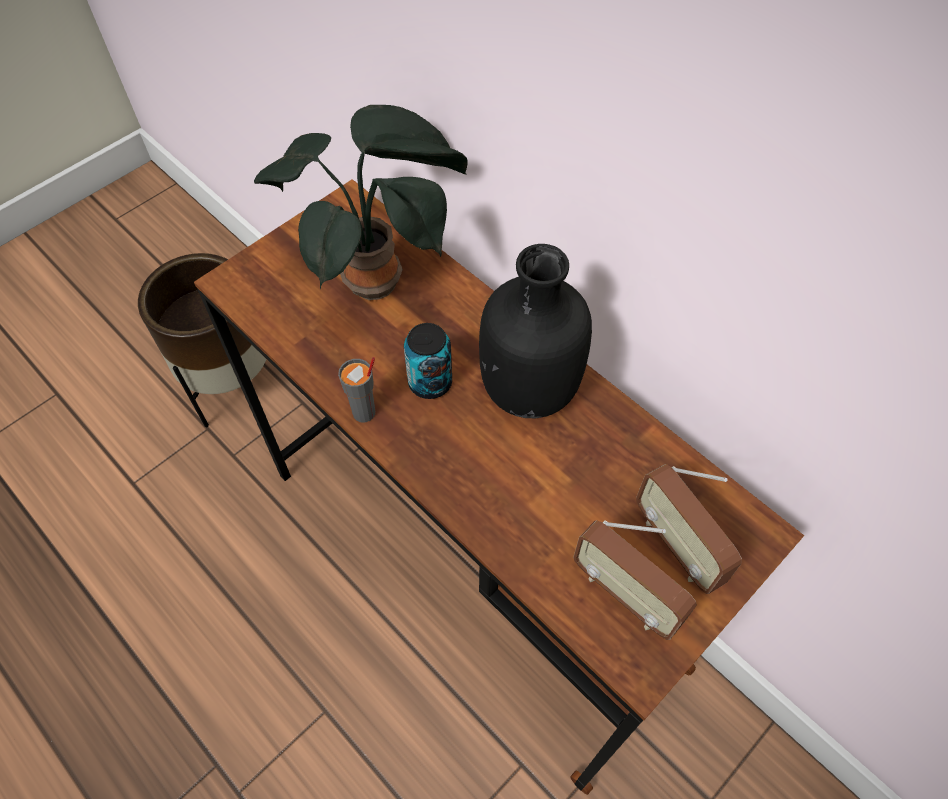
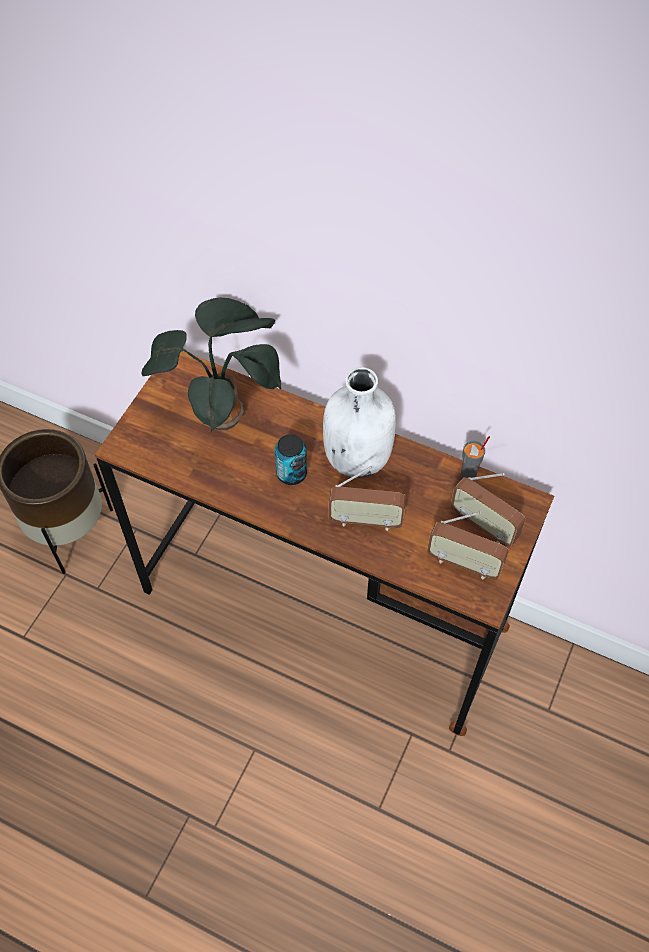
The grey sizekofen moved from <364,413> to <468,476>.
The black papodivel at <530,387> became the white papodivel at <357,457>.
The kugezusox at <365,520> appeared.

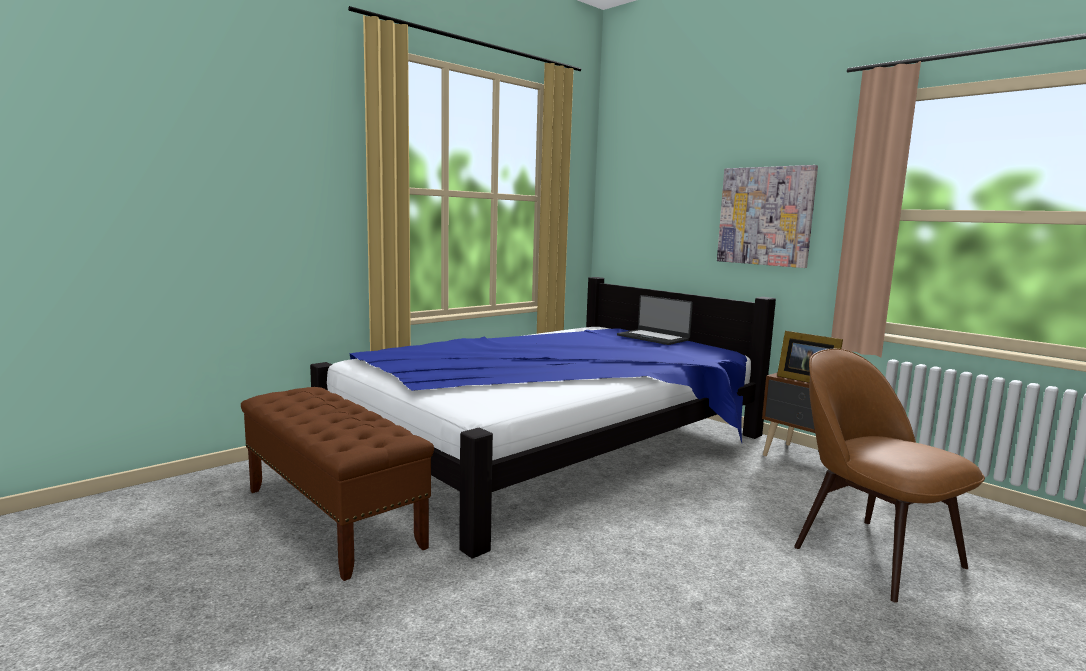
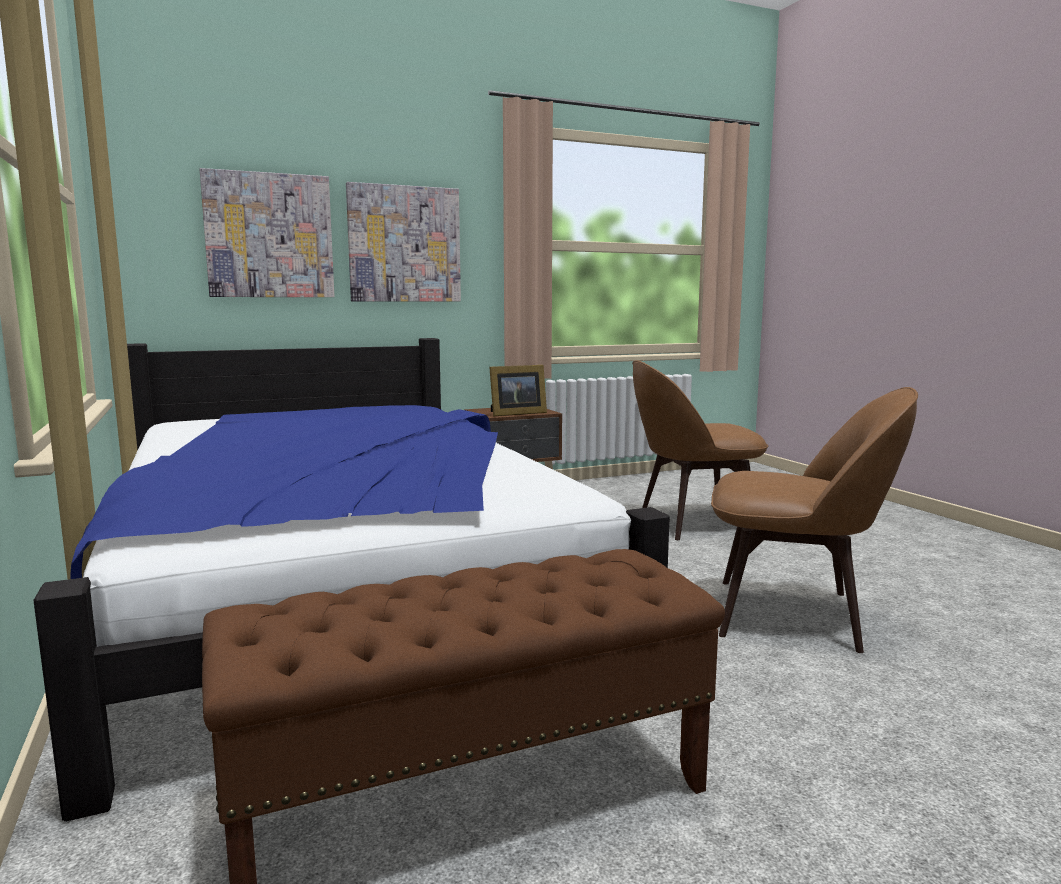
The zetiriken at <653,337> disappeared.
The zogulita at <269,236> appeared.
The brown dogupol at <794,614> appeared.

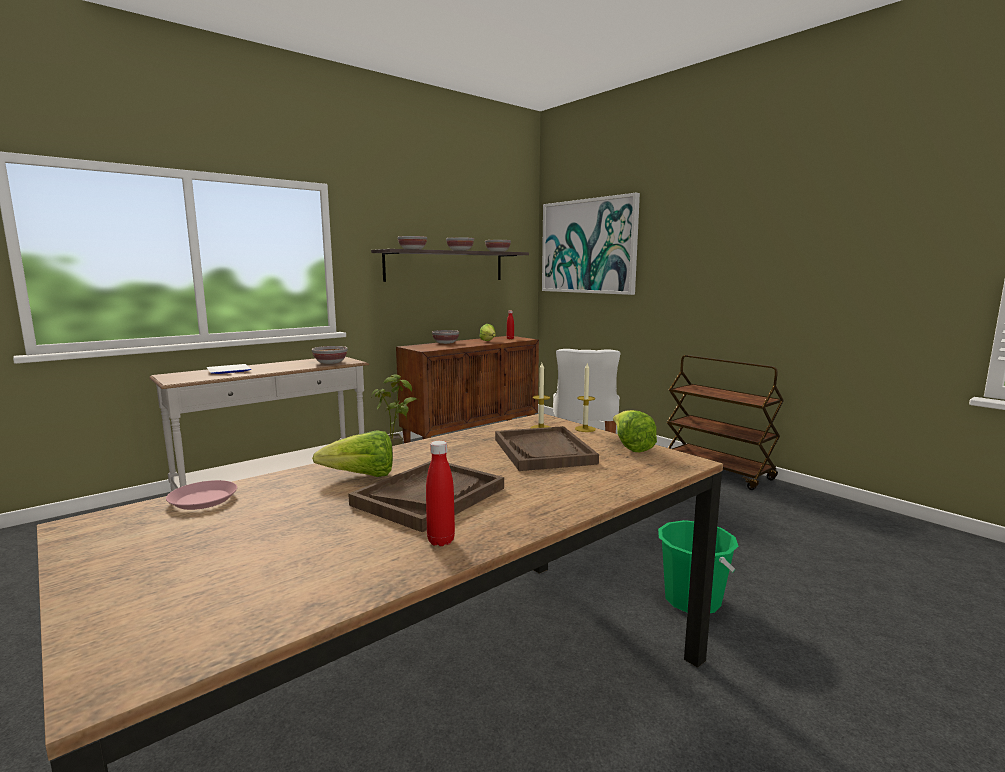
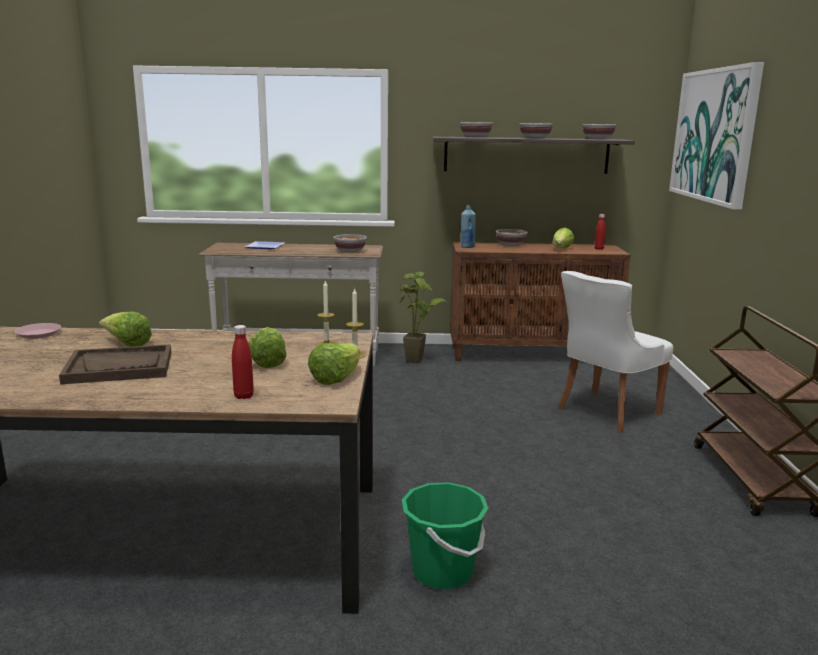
The red papodivel moved from <441,541> to <243,396>.
The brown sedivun at <543,451> was replaced by the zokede at <267,362>.
The blue papodivel at <467,247> appeared.

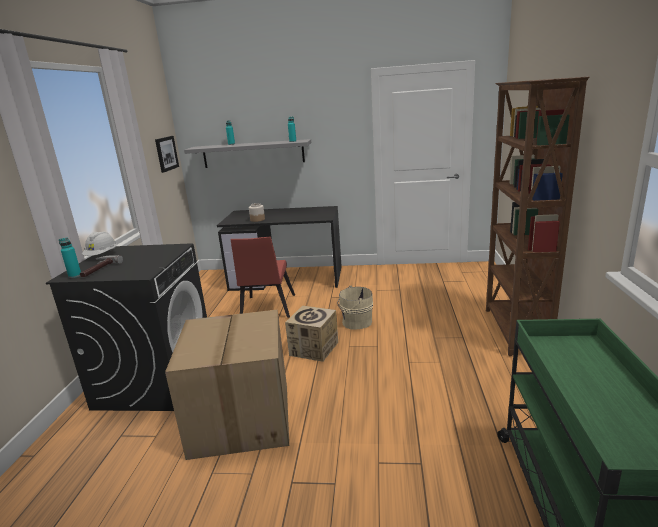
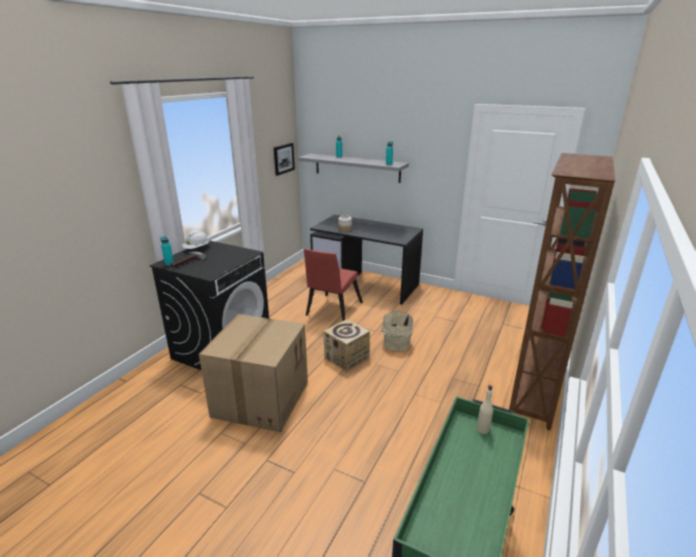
The beige papodivel at <483,429> appeared.

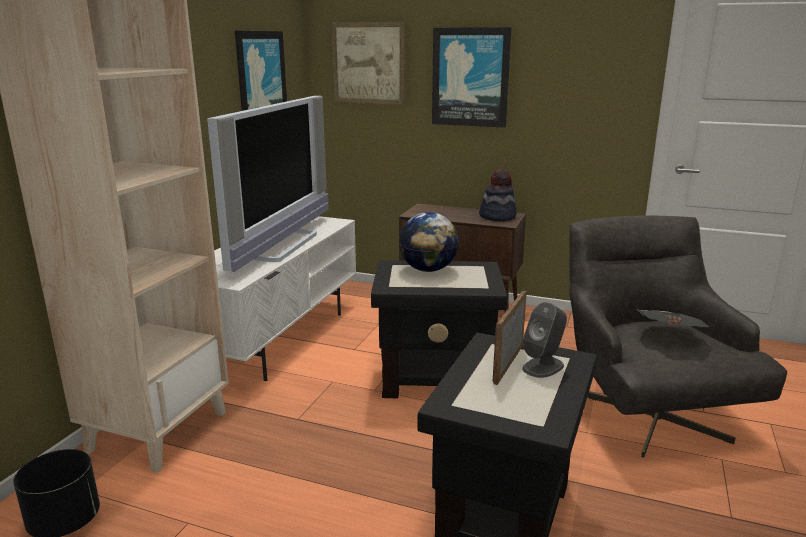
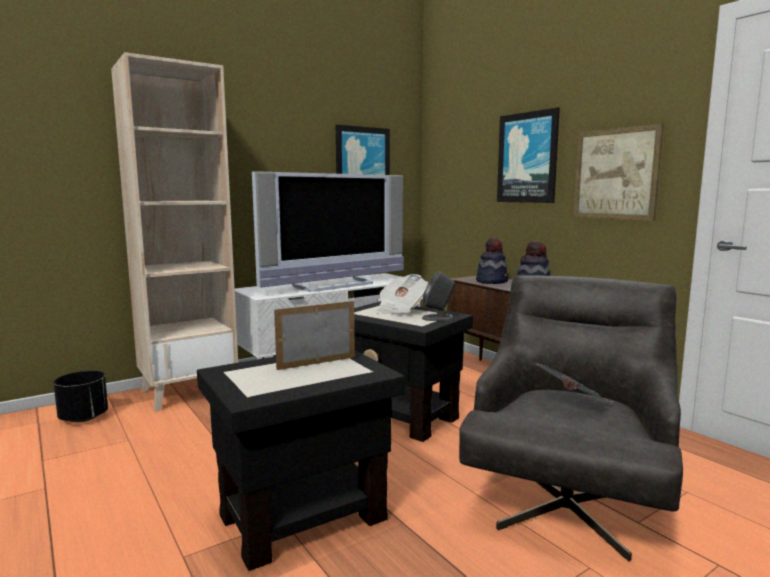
The zogulita moved from <368,63> to <615,174>.
The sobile at <428,270> was replaced by the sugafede at <400,309>.
The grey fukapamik moved from <543,366> to <438,318>.
The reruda at <492,281> appeared.

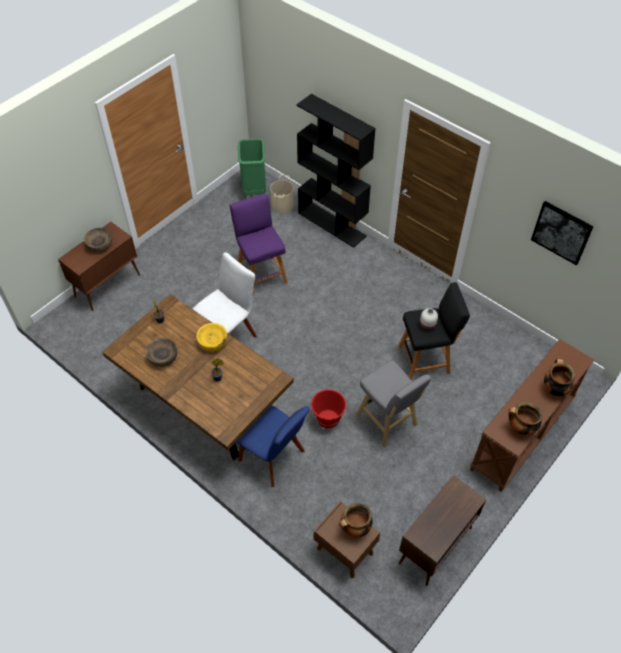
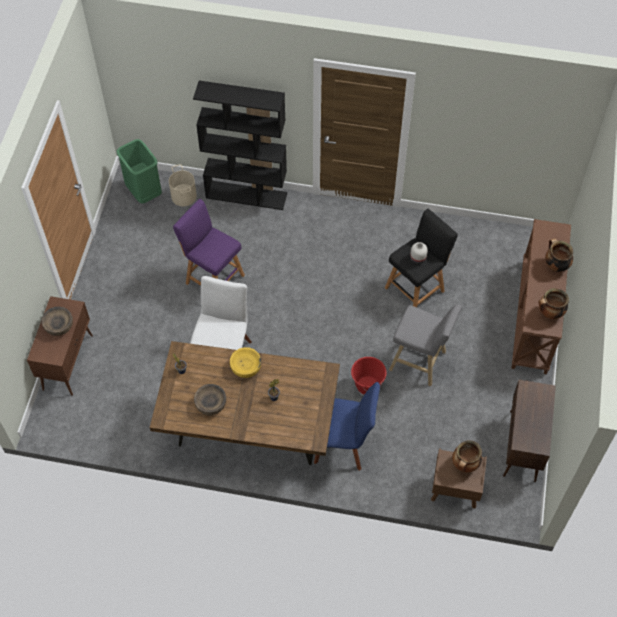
The zogulita at <562,232> disappeared.

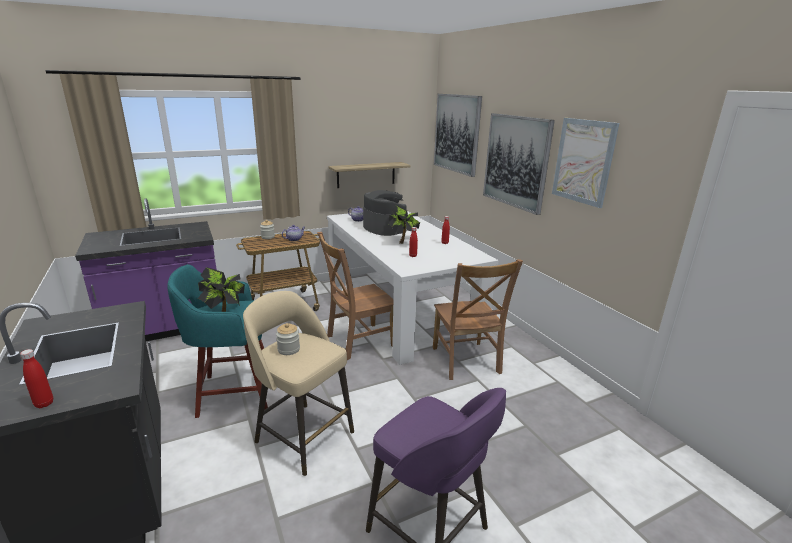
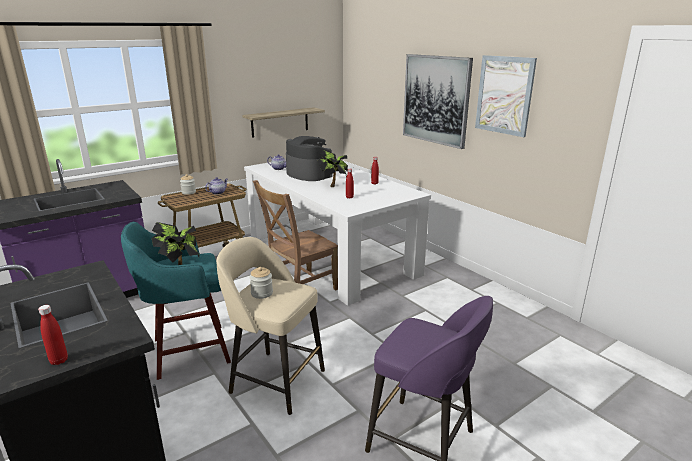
The brown dogupol at <466,362> disappeared.
The zogulita at <457,133> disappeared.

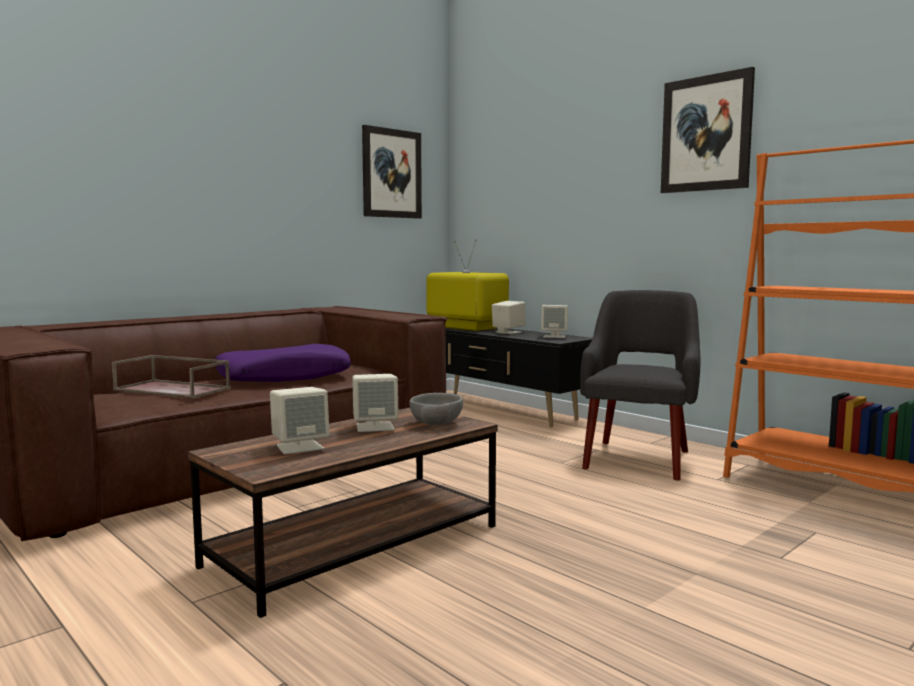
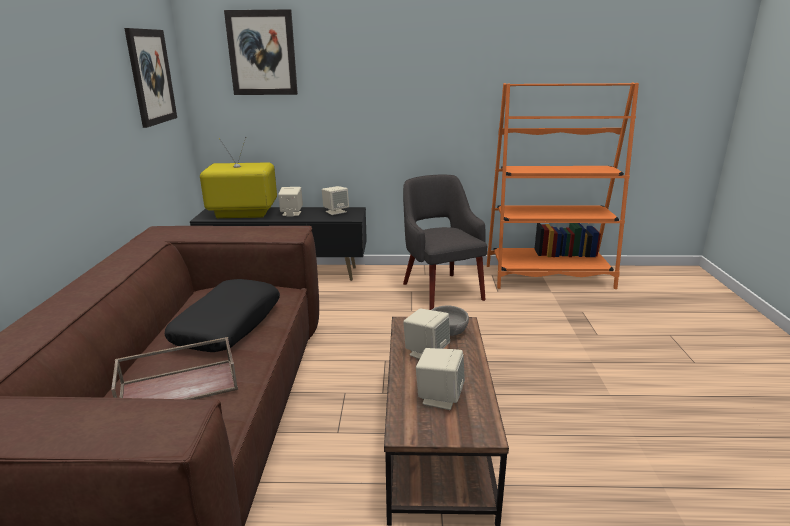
The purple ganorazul at <284,377> became the black ganorazul at <228,325>.
The zogulita moved from <706,134> to <262,53>.

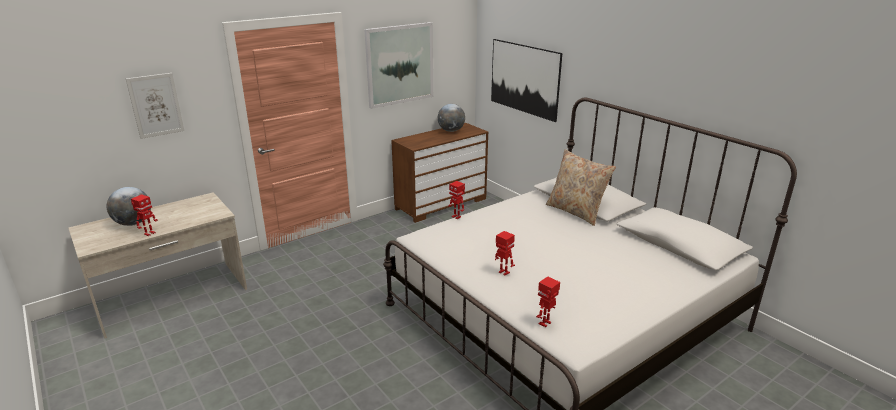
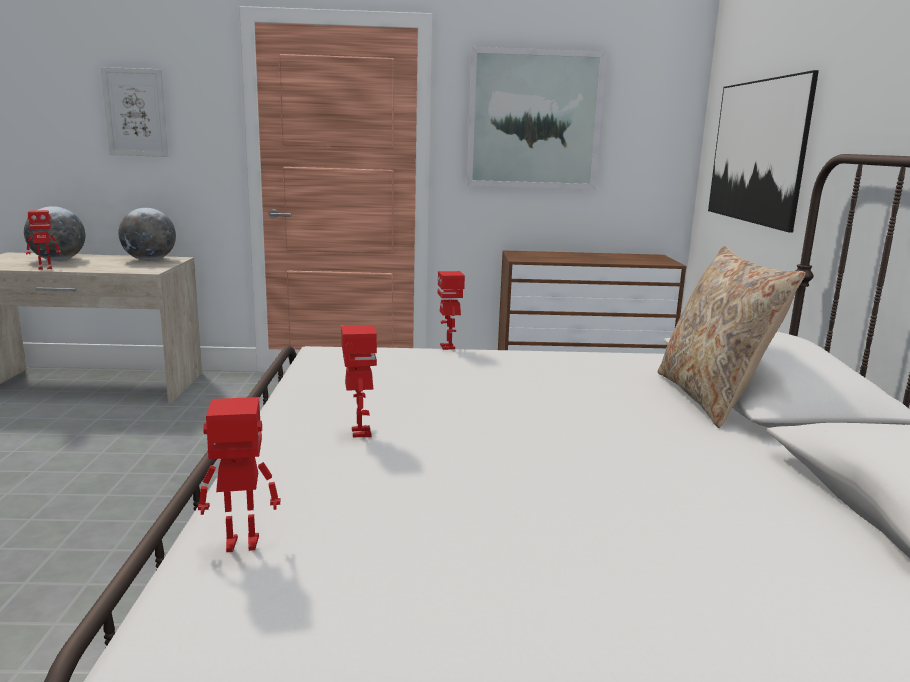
The sobile moved from <451,131> to <149,260>.

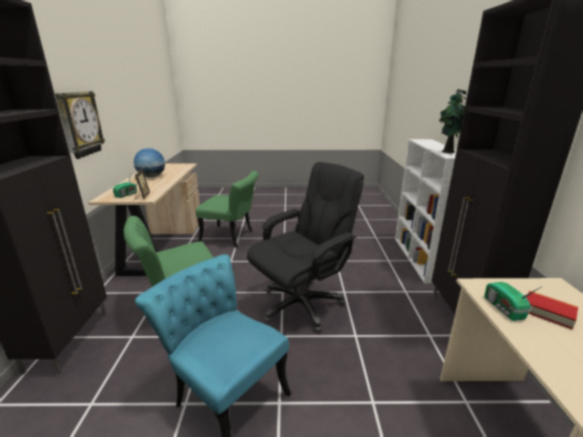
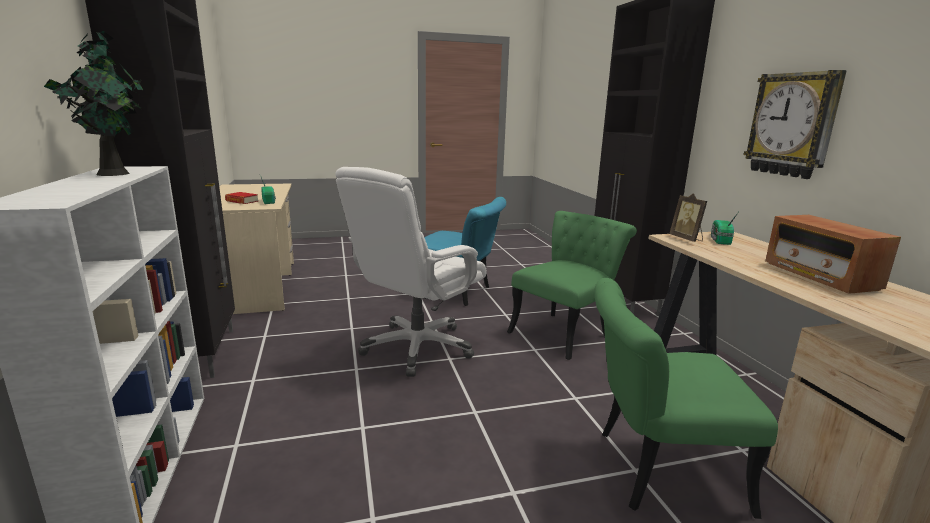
The sobile at <151,177> was replaced by the kugezusox at <819,276>.
The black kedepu at <302,304> became the white kedepu at <417,348>.

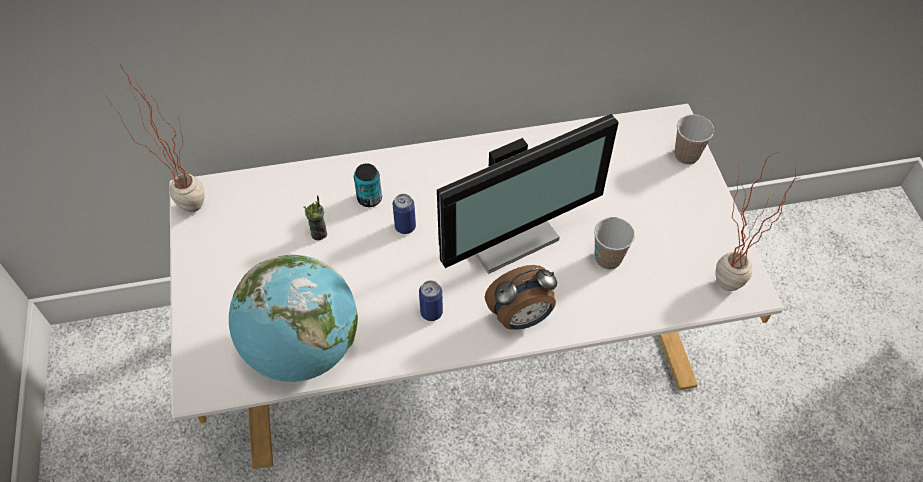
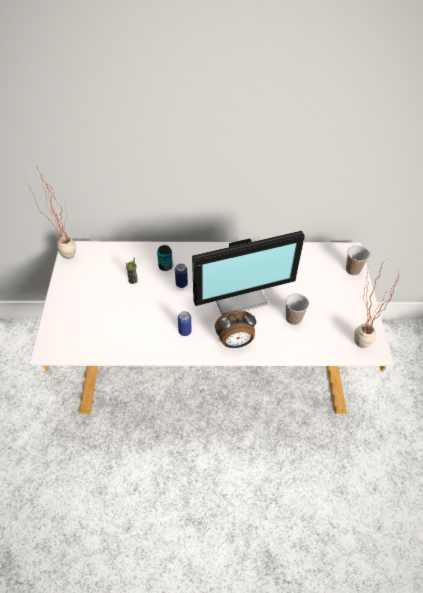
The sobile at <303,348> disappeared.

